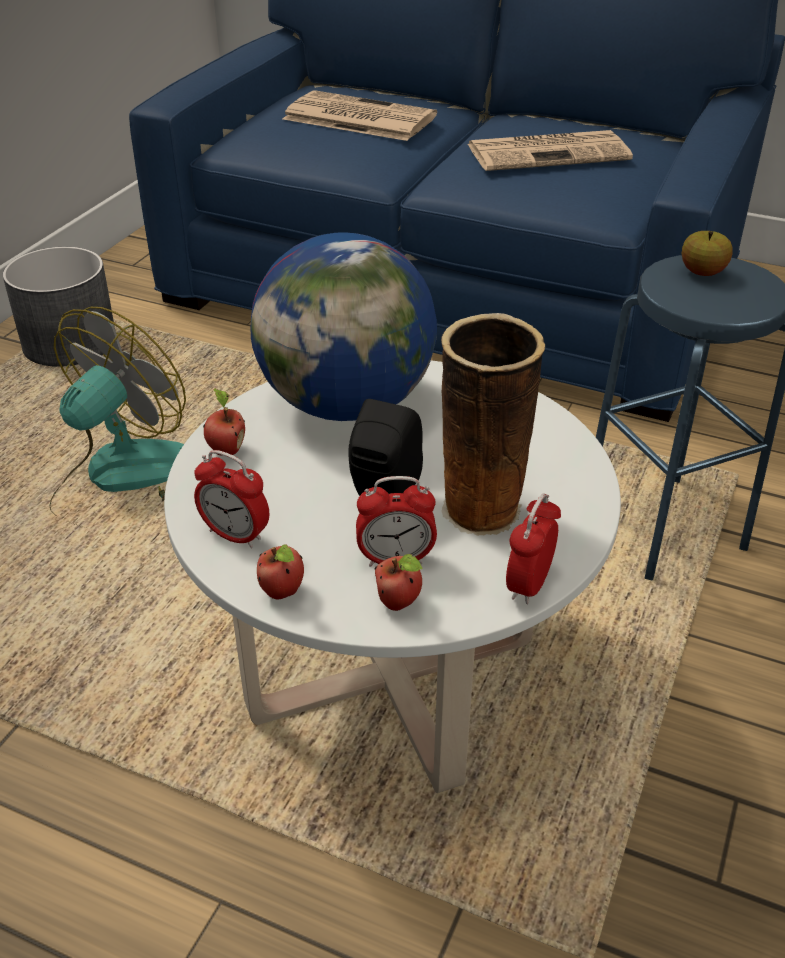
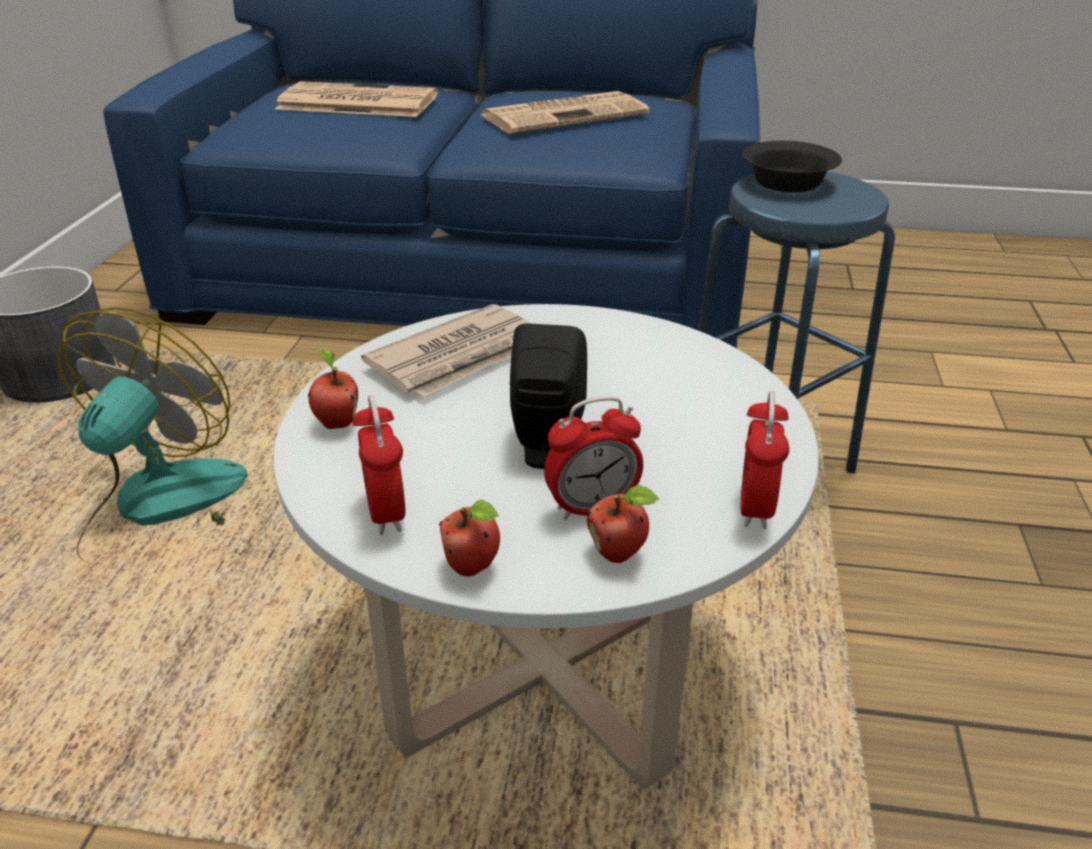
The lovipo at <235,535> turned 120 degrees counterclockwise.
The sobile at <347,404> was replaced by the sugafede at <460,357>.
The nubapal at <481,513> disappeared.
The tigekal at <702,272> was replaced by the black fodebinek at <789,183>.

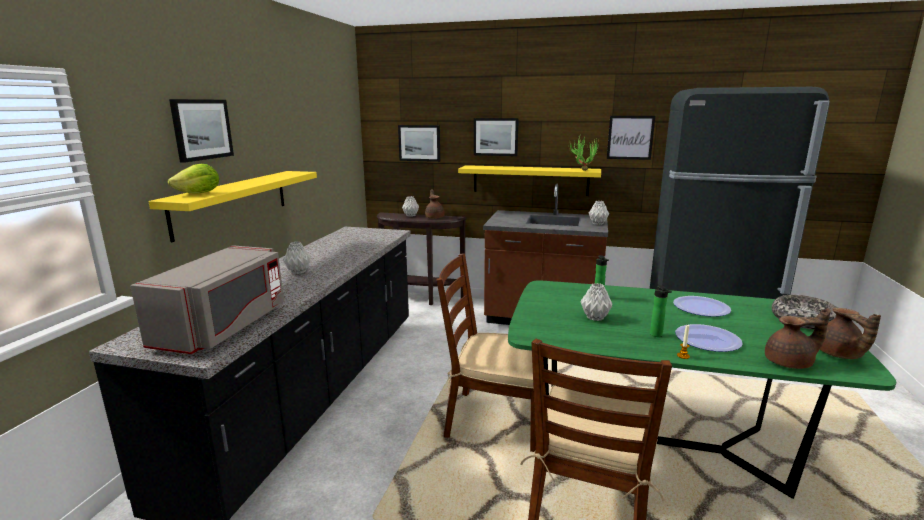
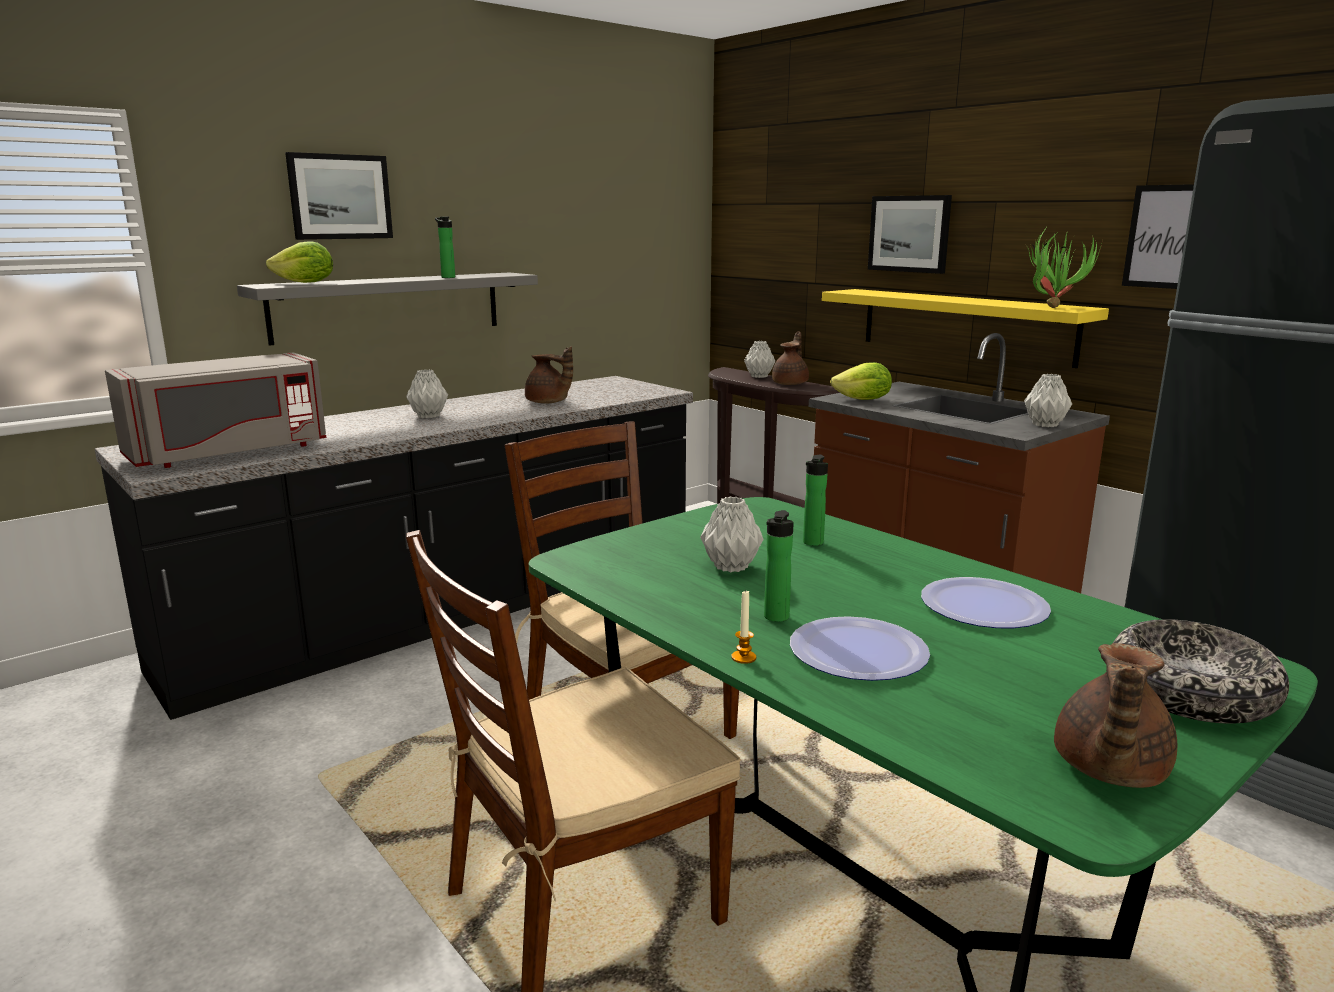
The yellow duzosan at <232,202> became the grey duzosan at <388,306>.
The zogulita at <419,143> disappeared.
The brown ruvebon moved from <790,363> to <548,402>.
The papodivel at <447,277> appeared.
The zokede at <863,400> appeared.

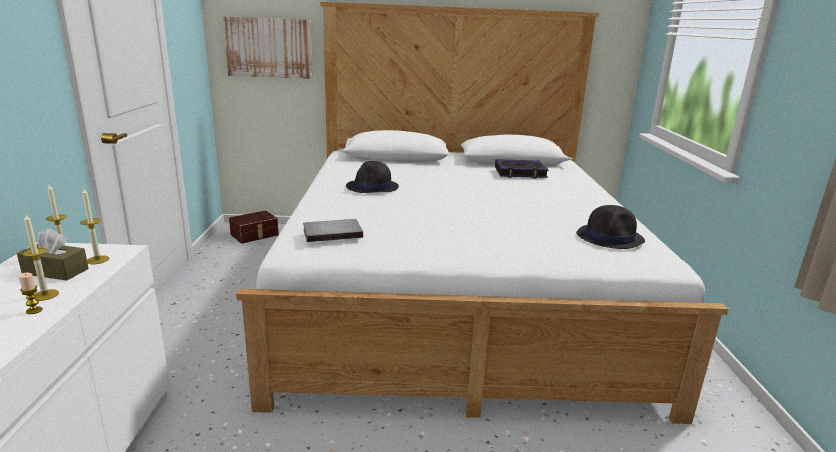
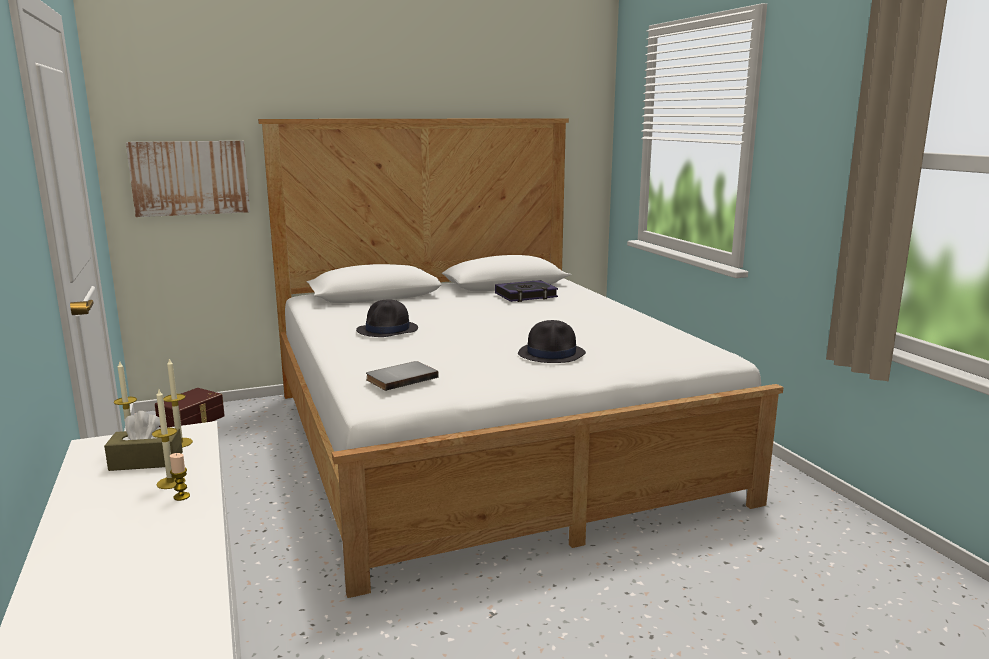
The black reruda moved from <610,238> to <552,354>.

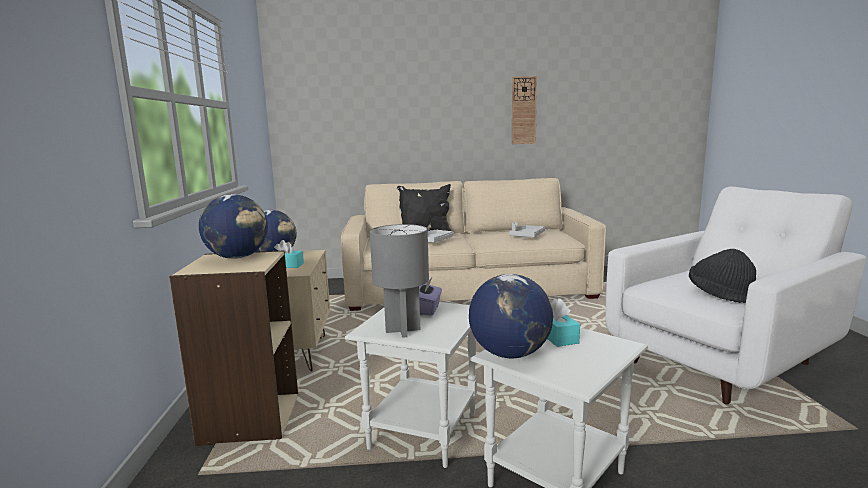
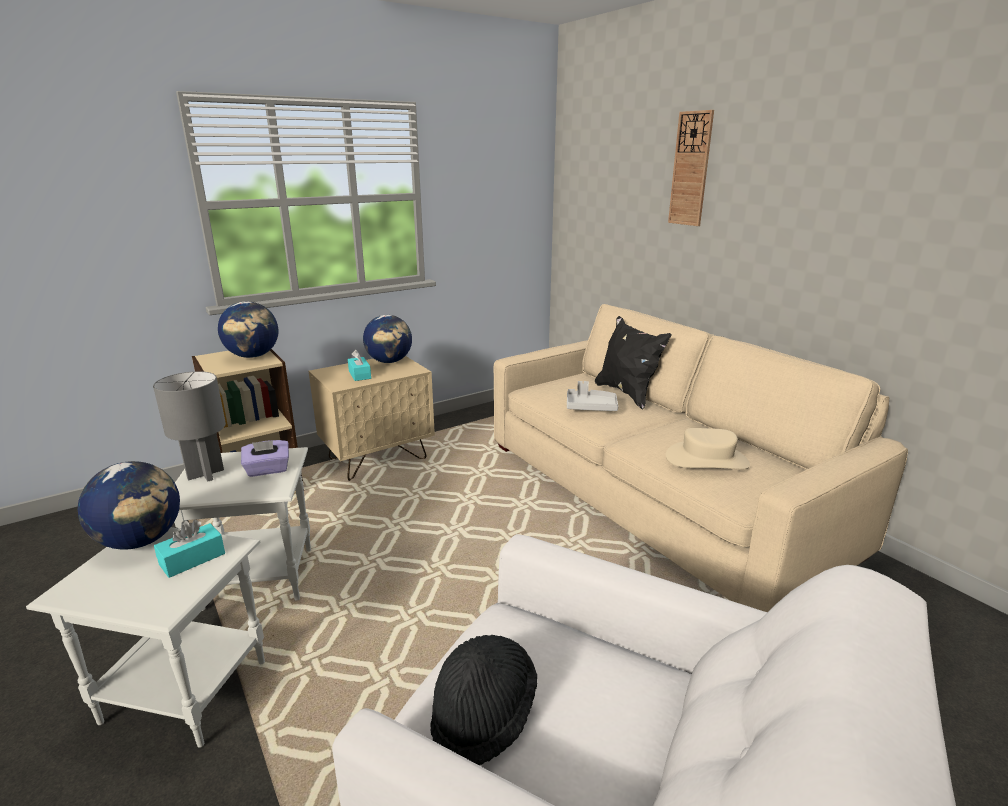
The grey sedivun at <527,236> was replaced by the beige reruda at <707,459>.
The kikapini moved from <523,110> to <690,169>.

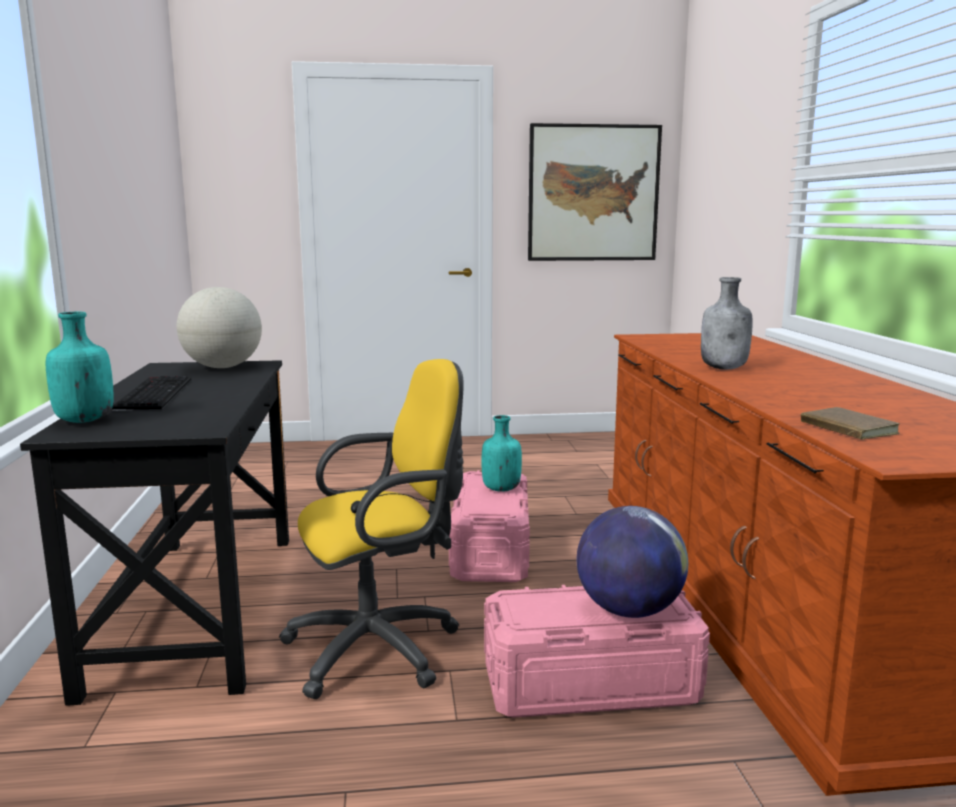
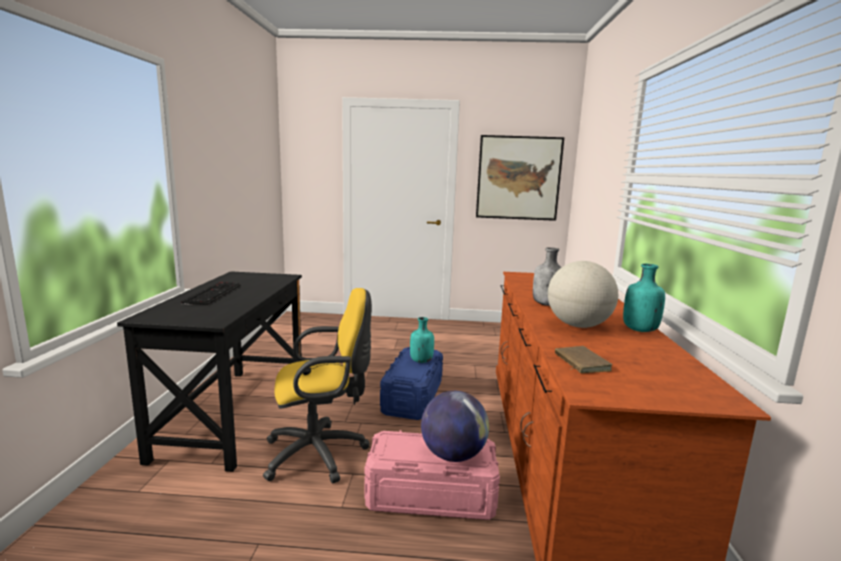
The turquoise papodivel moved from <84,420> to <639,330>.
The sobile moved from <222,367> to <578,325>.
The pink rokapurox at <491,550> became the blue rokapurox at <413,397>.

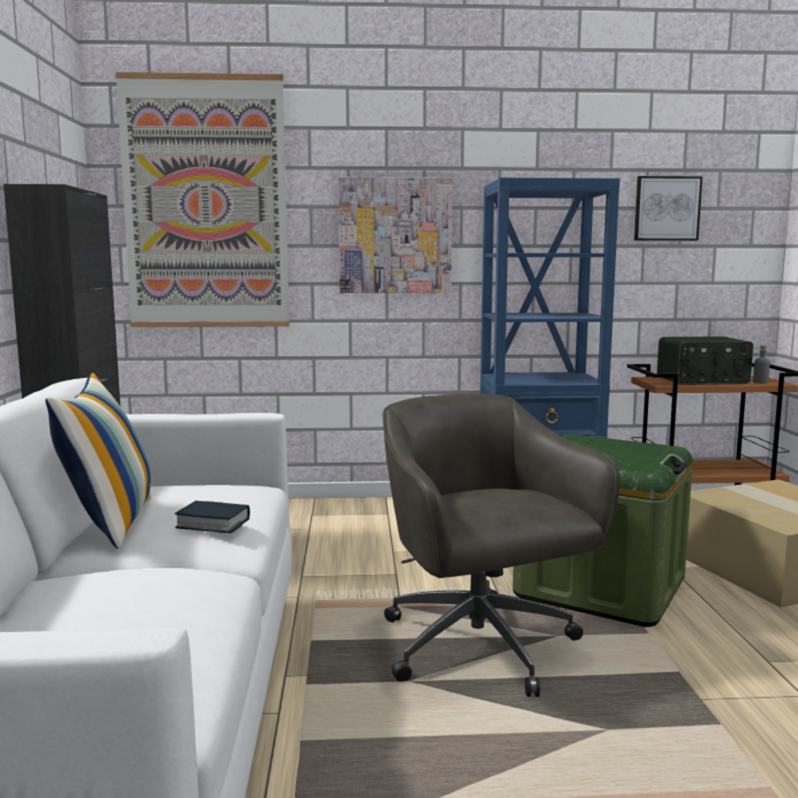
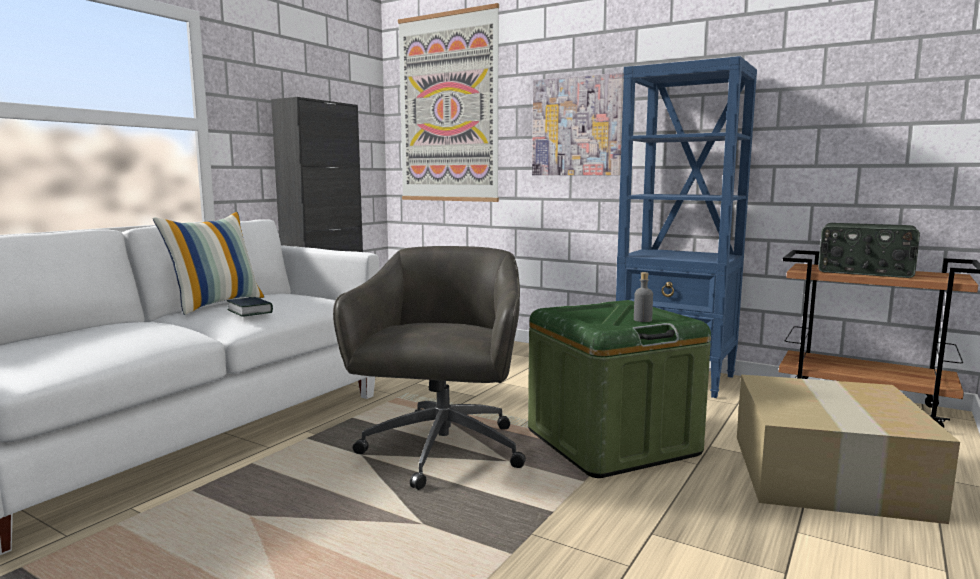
The zogulita at <666,208> disappeared.
The grey papodivel moved from <760,382> to <642,320>.

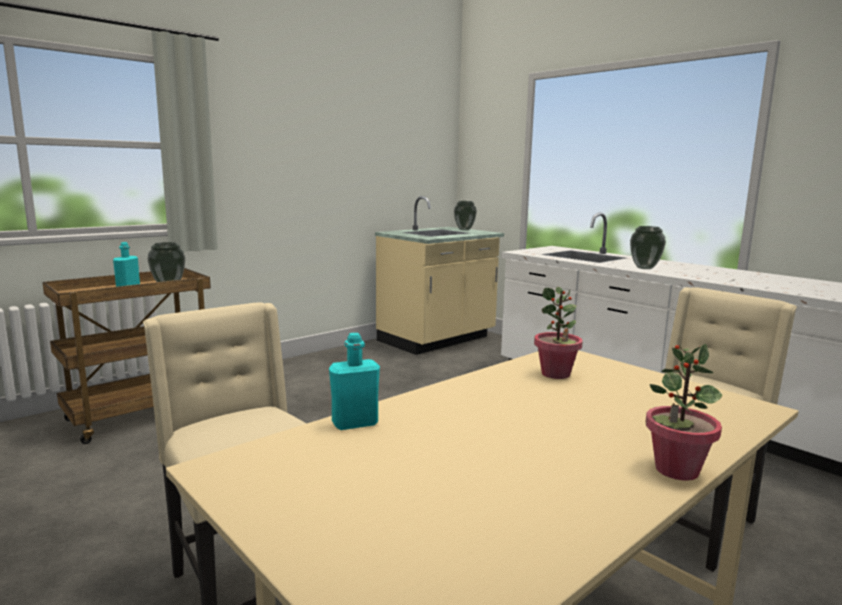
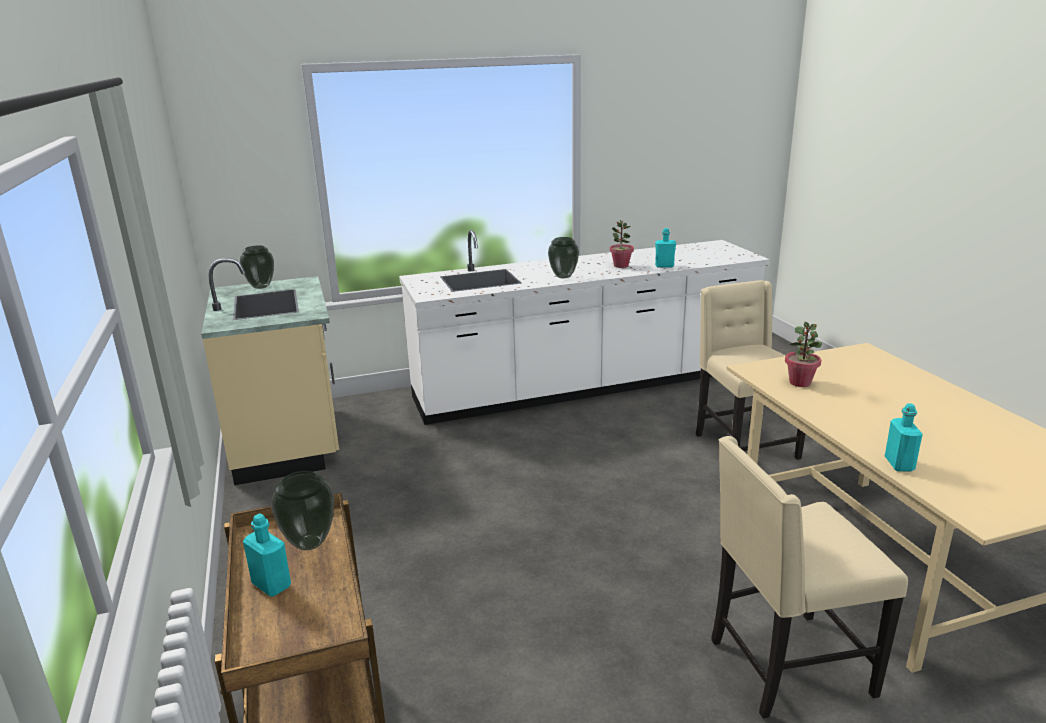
The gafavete moved from <676,470> to <621,266>.
The turquoise papodivel at <664,266> appeared.

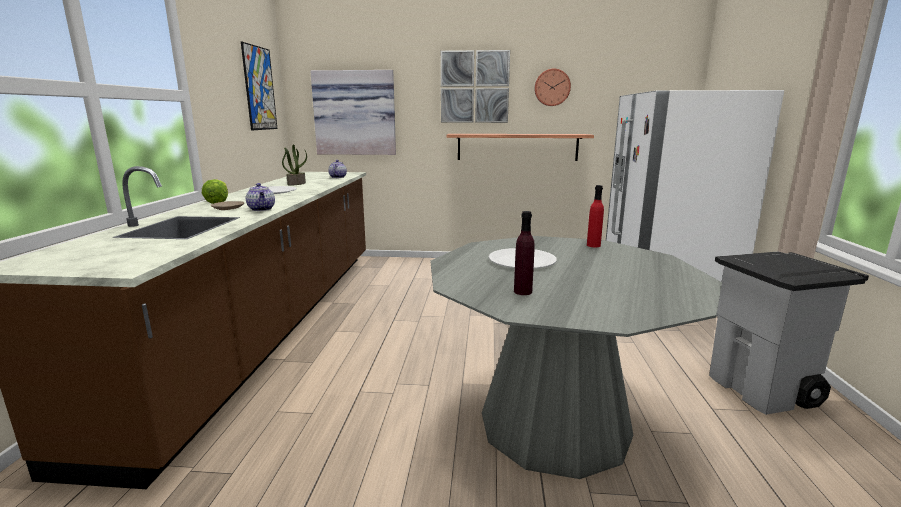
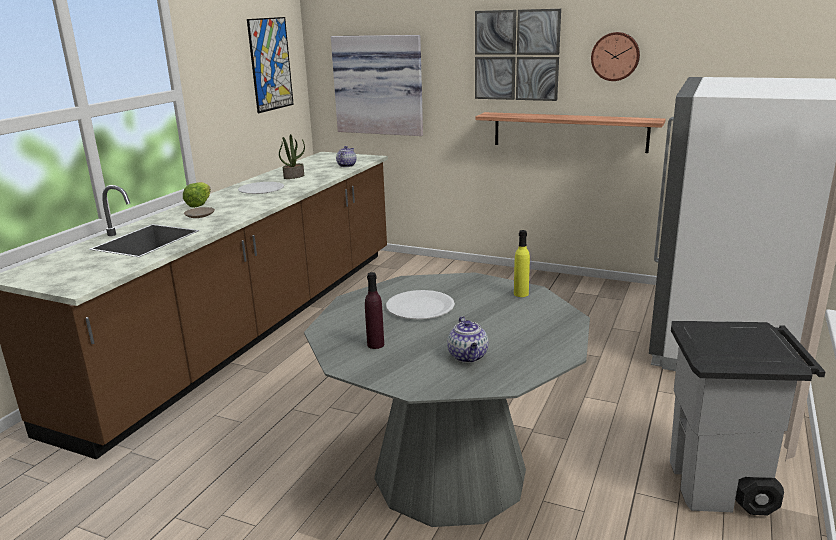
The ruvebon moved from <262,209> to <468,357>.
The red papodivel at <593,245> became the yellow papodivel at <521,294>.

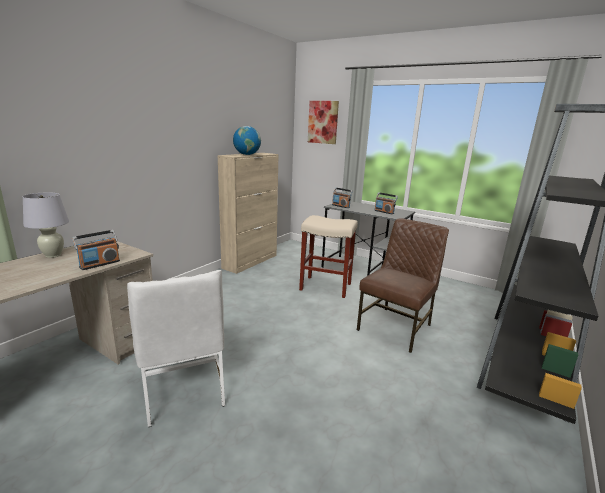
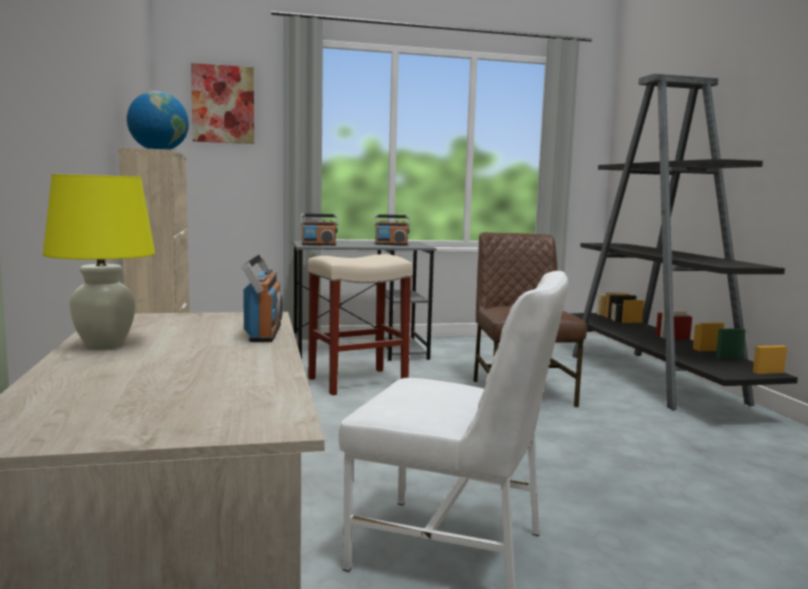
The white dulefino at <53,255> became the yellow dulefino at <104,345>.

